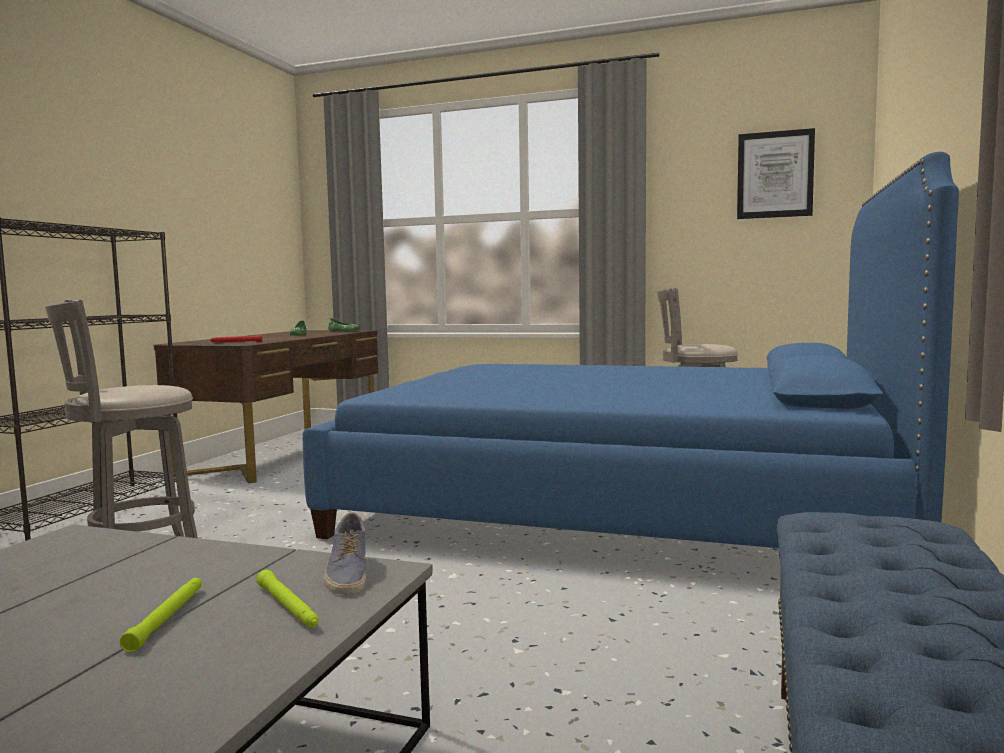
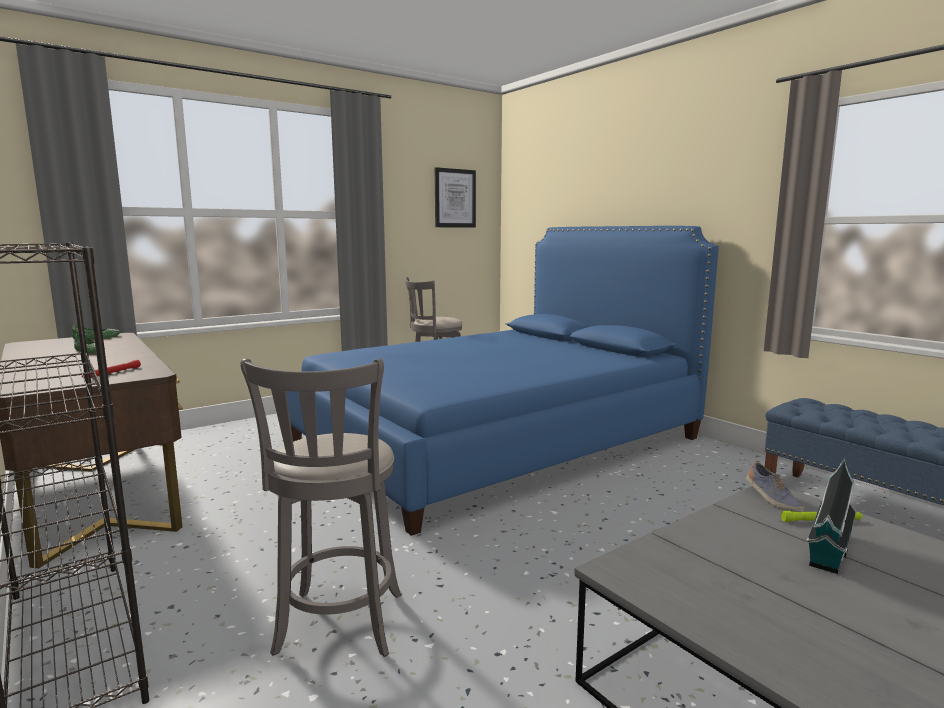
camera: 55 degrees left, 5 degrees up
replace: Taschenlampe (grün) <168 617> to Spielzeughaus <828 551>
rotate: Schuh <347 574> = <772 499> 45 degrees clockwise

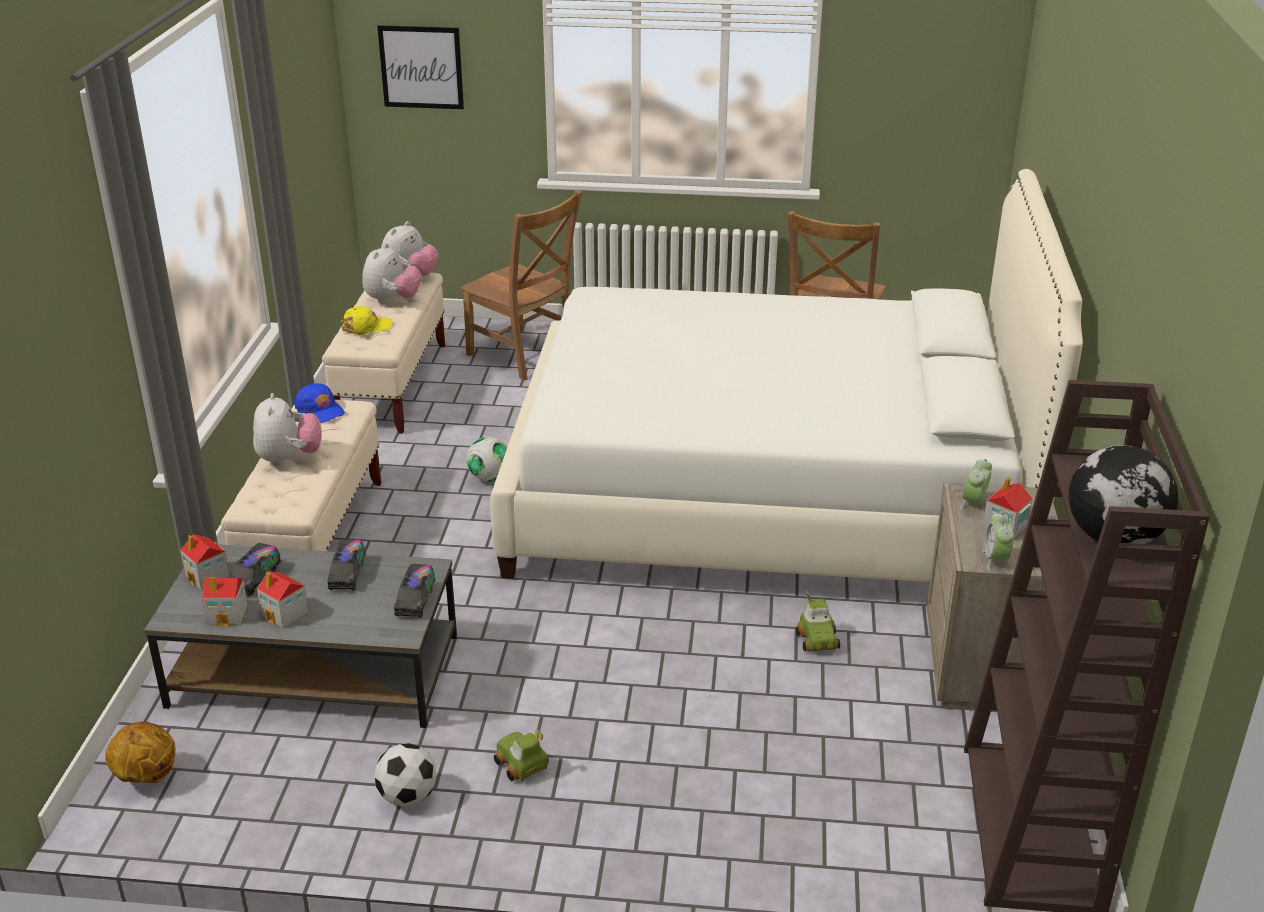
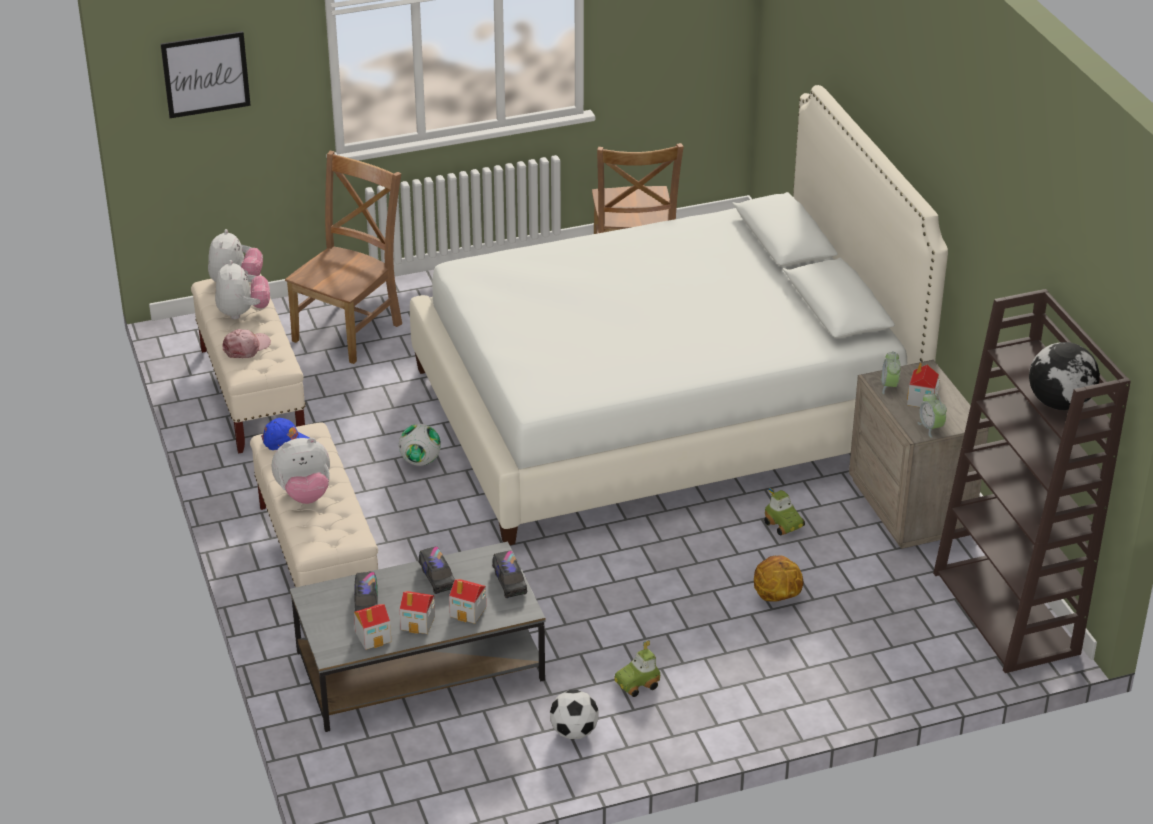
camera: 25 degrees left, 5 degrees up
move: Basketball <146 777> to <776 597>; Spielzeughaus <208 576> to <468 611>
recolor: Kappe (gelb) <366 327> to Kappe (rosa) <246 347>
rotate: Plüschtier <289 459> = <304 494> 105 degrees clockwise; Stuhl (braun) <525 356> = <350 330> 75 degrees counterclockwise; Spielzeugauto <520 765> = <637 684> 60 degrees counterclockwise

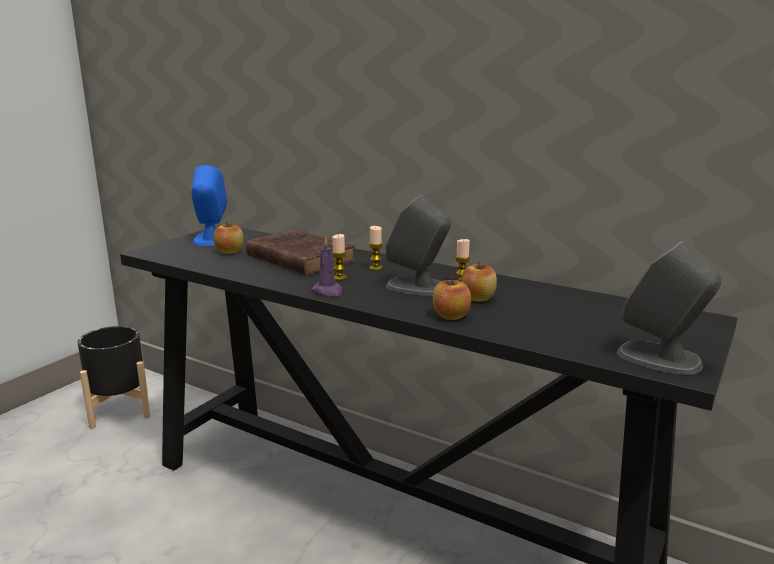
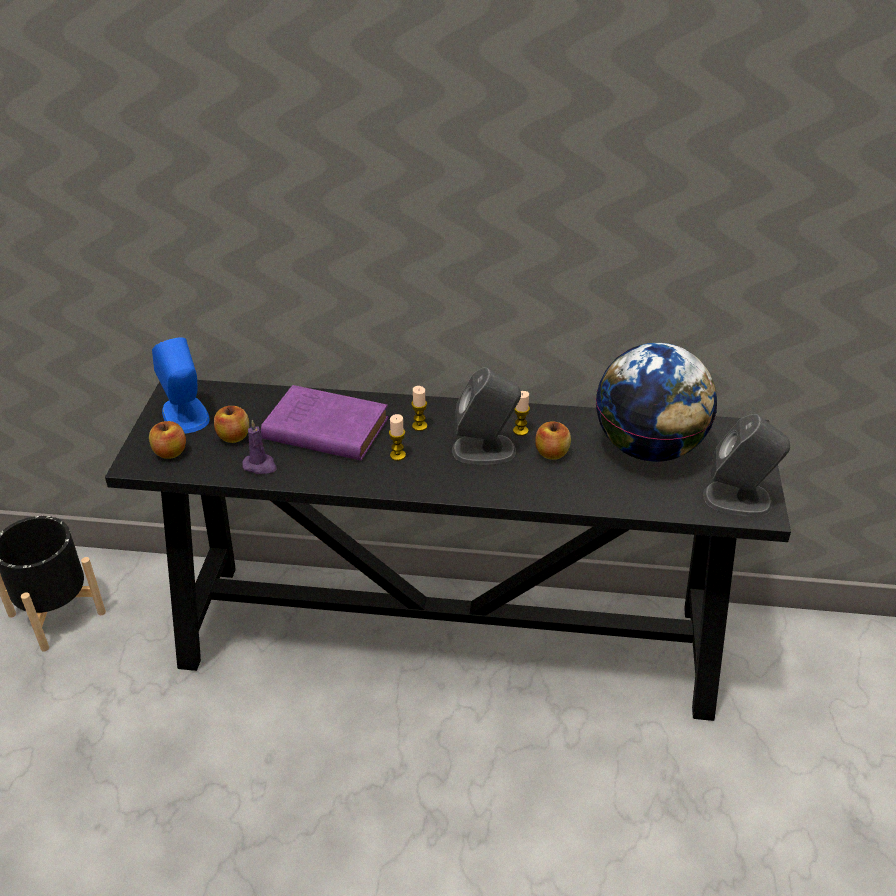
camera: 25 degrees left, 20 degrees up
insert: Globus <648 448>
move: Kerze (lila) <328 291> to <260 466>; Apfel <451 316> to <170 452>
recolor: Buch (braun) <298 258> to Buch (lila) <323 428>

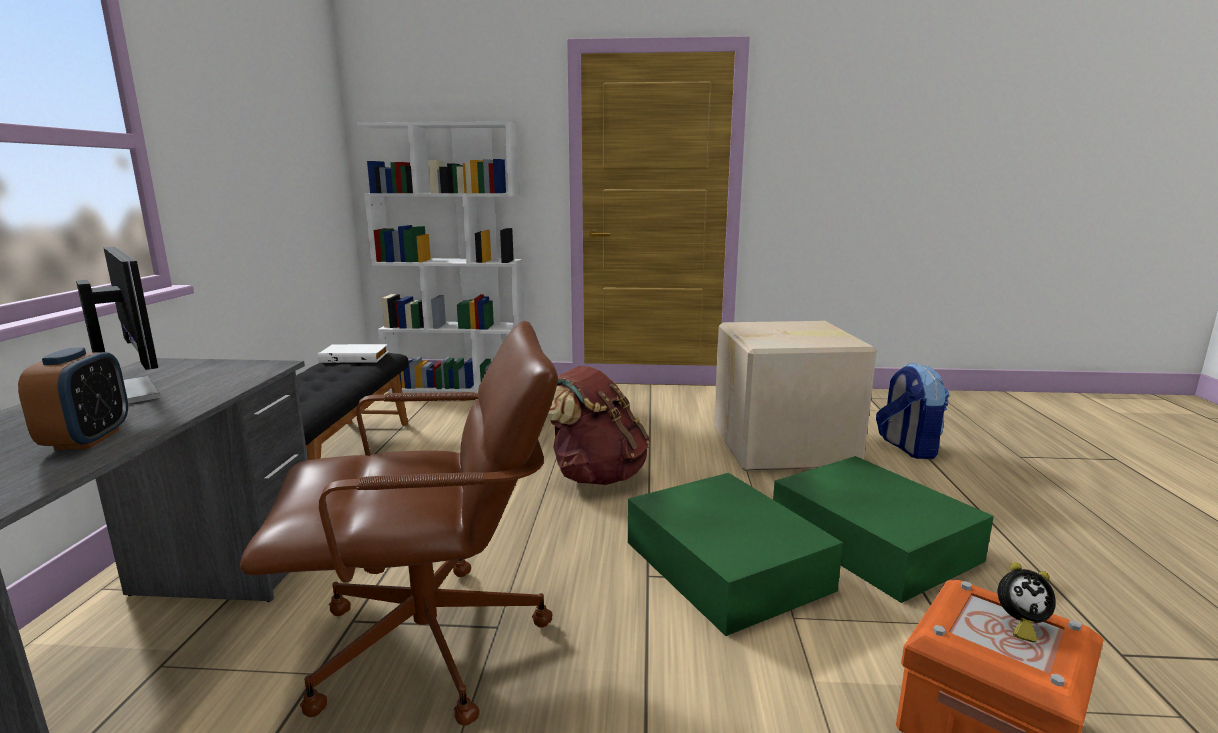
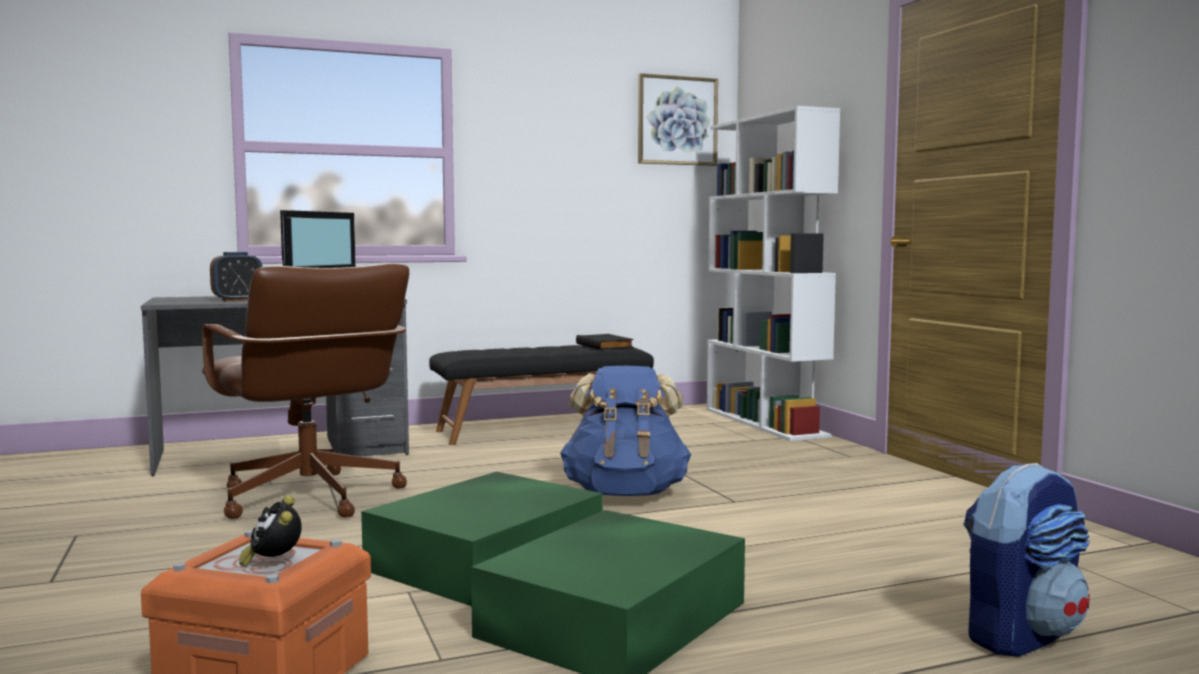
camera: 65 degrees right, 10 degrees down
delete: Karton <785 446>
insert: Bild <677 120>
recolor: Buch (weiß) <355 357> to Buch (schwarz) <605 345>; Rucksack (braun) <595 475> to Rucksack (blau) <625 494>

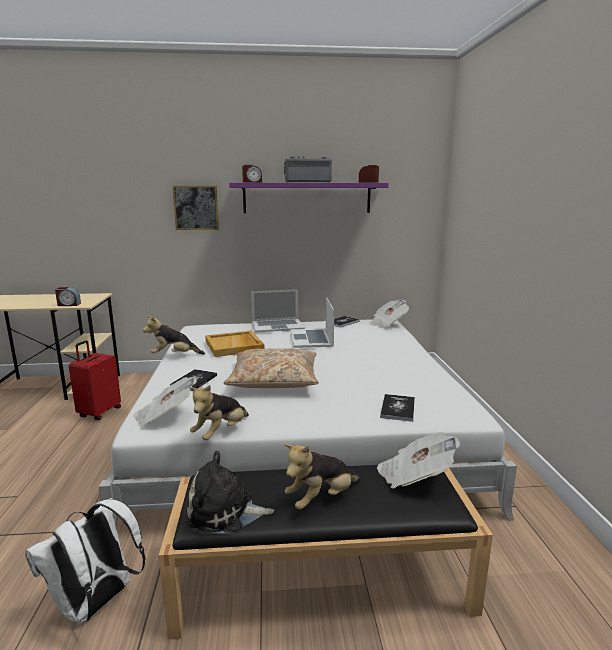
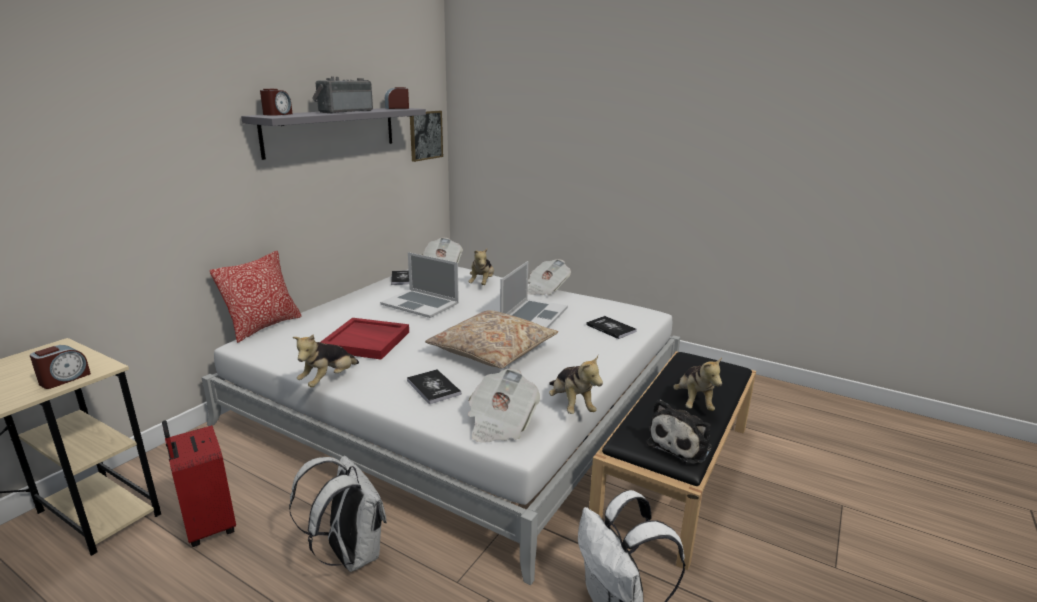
camera: 55 degrees left, 5 degrees up
insert: Kissen <263 326>; Rucksack (weiß) <349 554>; Plüschtier <482 283>
move: Bild <196 208> to <425 135>; Laptop <277 325> to <534 314>; Zeitung <414 477> to <545 289>
recolor: Tablett (beige) <234 346> to Tablett (rot) <367 341>; Wandregal (lila) <307 198> to Wandregal (grau) <332 131>

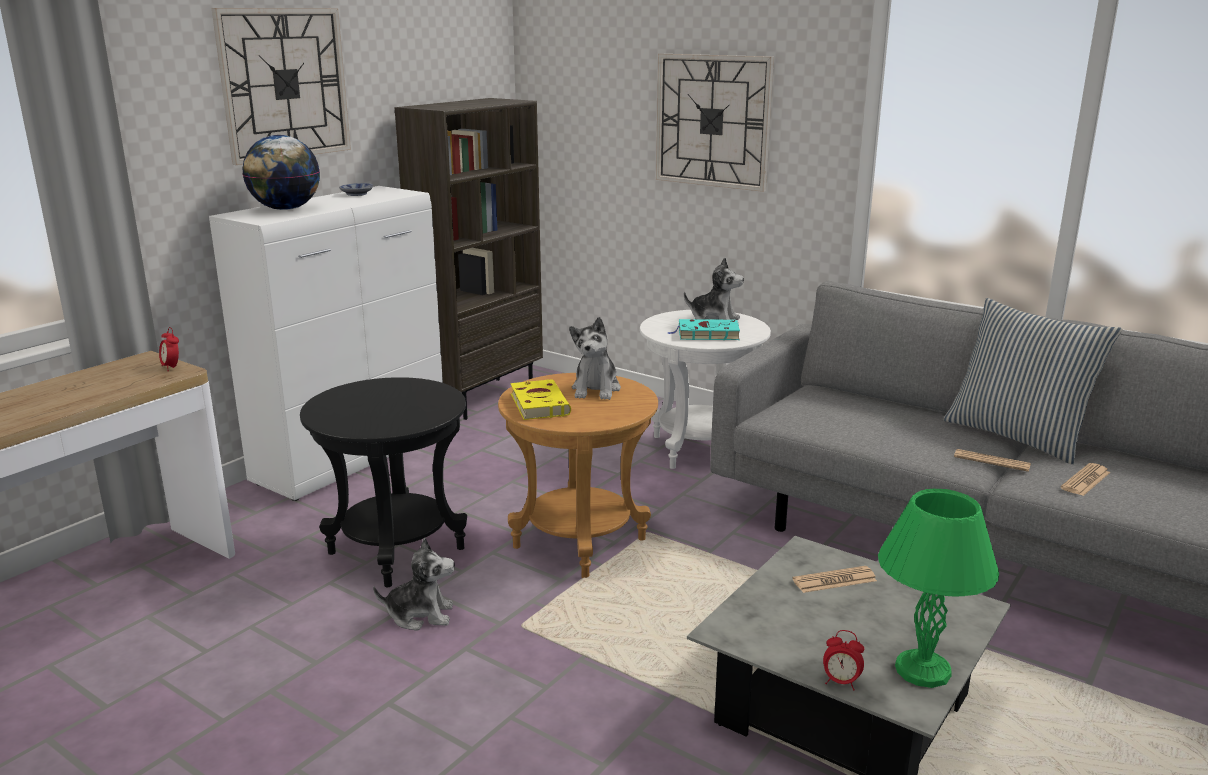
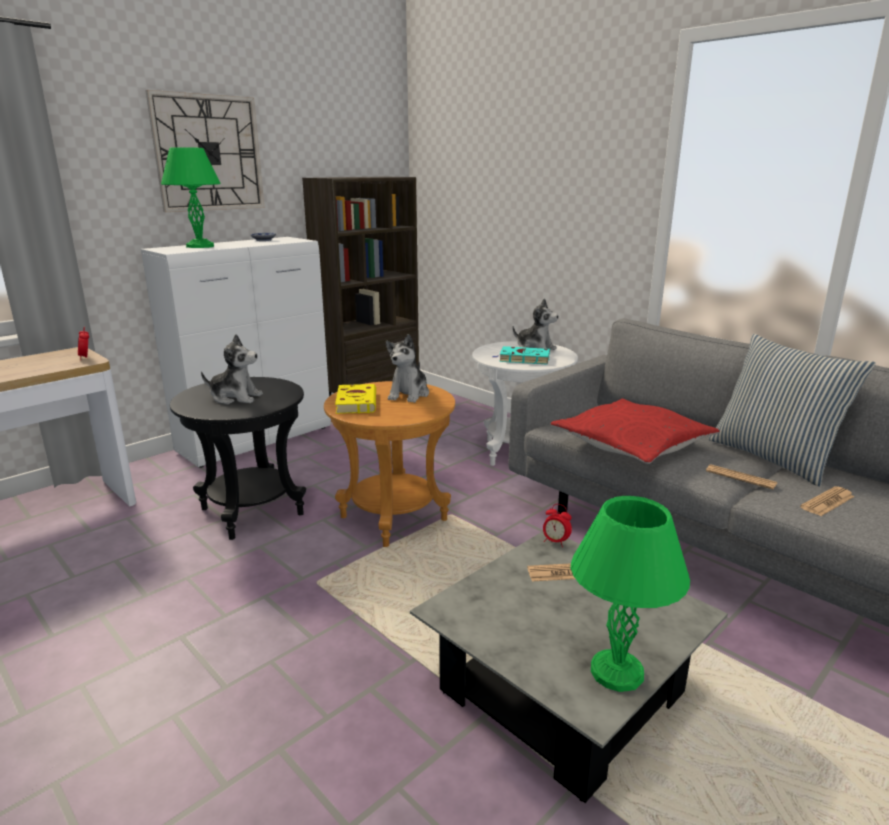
camera: 10 degrees right, 0 degrees up
delete: Wanduhr <712 121>
insert: Kissen (rot) <631 444>
move: Plüschtier <420 615> to <235 397>; Wecker <841 682> to <555 542>
replace: Globus <285 209> to Tischlampe (grün) <199 246>

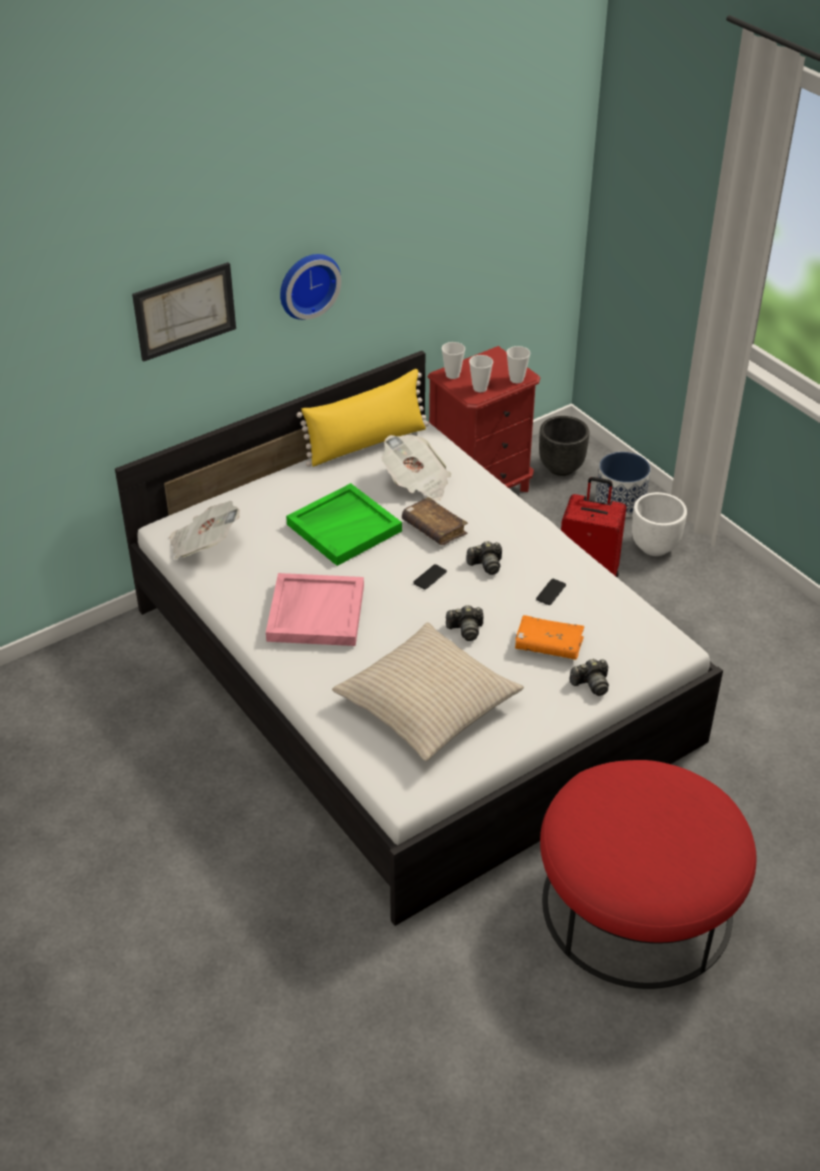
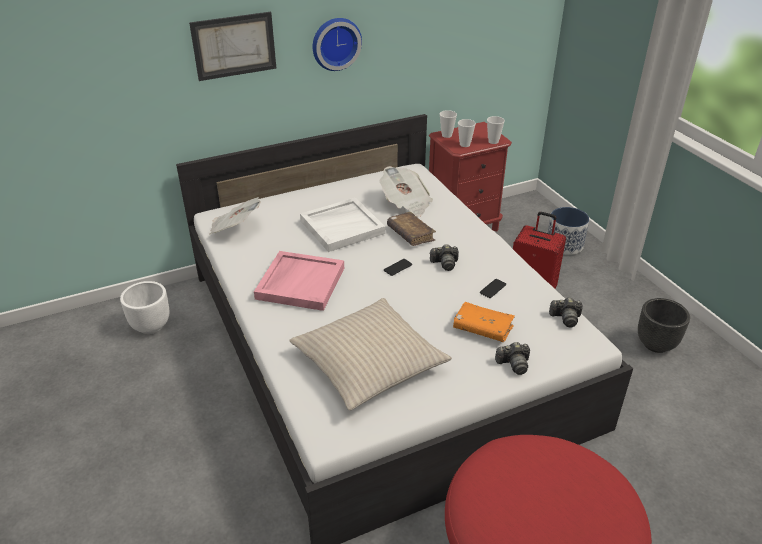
camera: 10 degrees right, 5 degrees down
delete: Kissen (gelb) <366 443>
move: Kamera <465 630> to <565 318>; Pflanzkübel (schwarz) <561 467> to <656 344>; Pflanzkübel (weiß) <655 547> to <151 327>
recolor: Tablett (grün) <344 527> to Tablett (weiß) <342 226>

